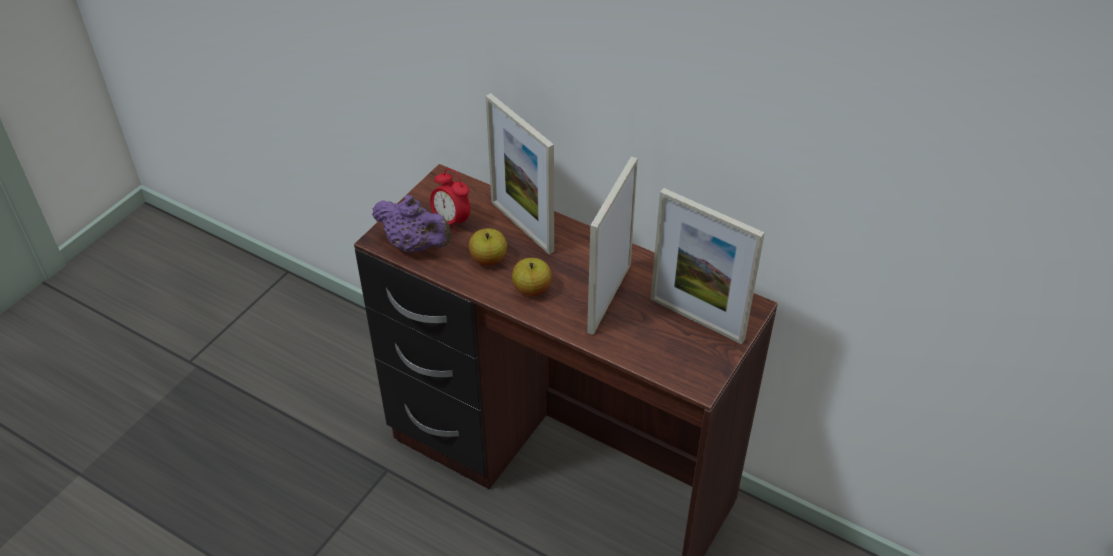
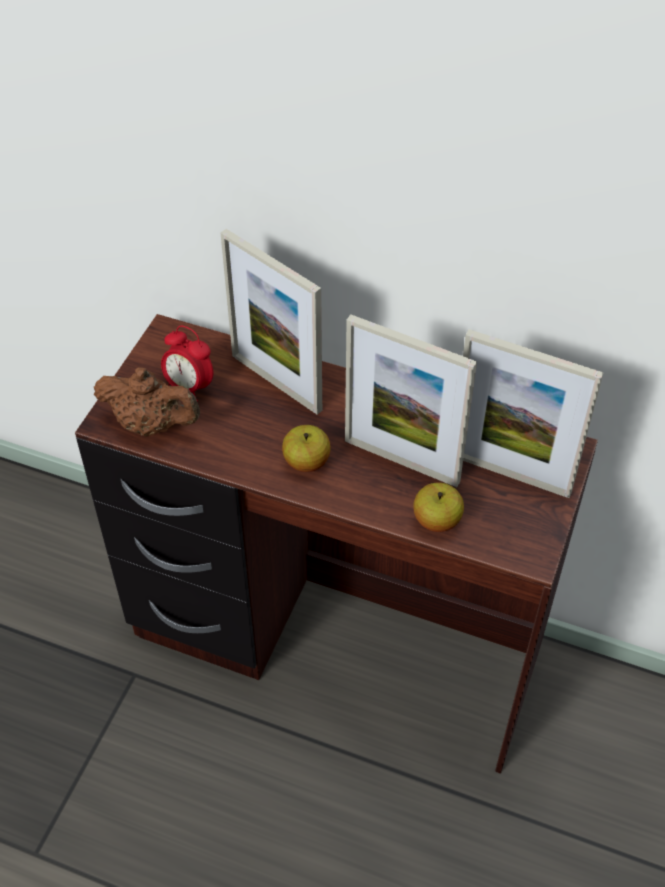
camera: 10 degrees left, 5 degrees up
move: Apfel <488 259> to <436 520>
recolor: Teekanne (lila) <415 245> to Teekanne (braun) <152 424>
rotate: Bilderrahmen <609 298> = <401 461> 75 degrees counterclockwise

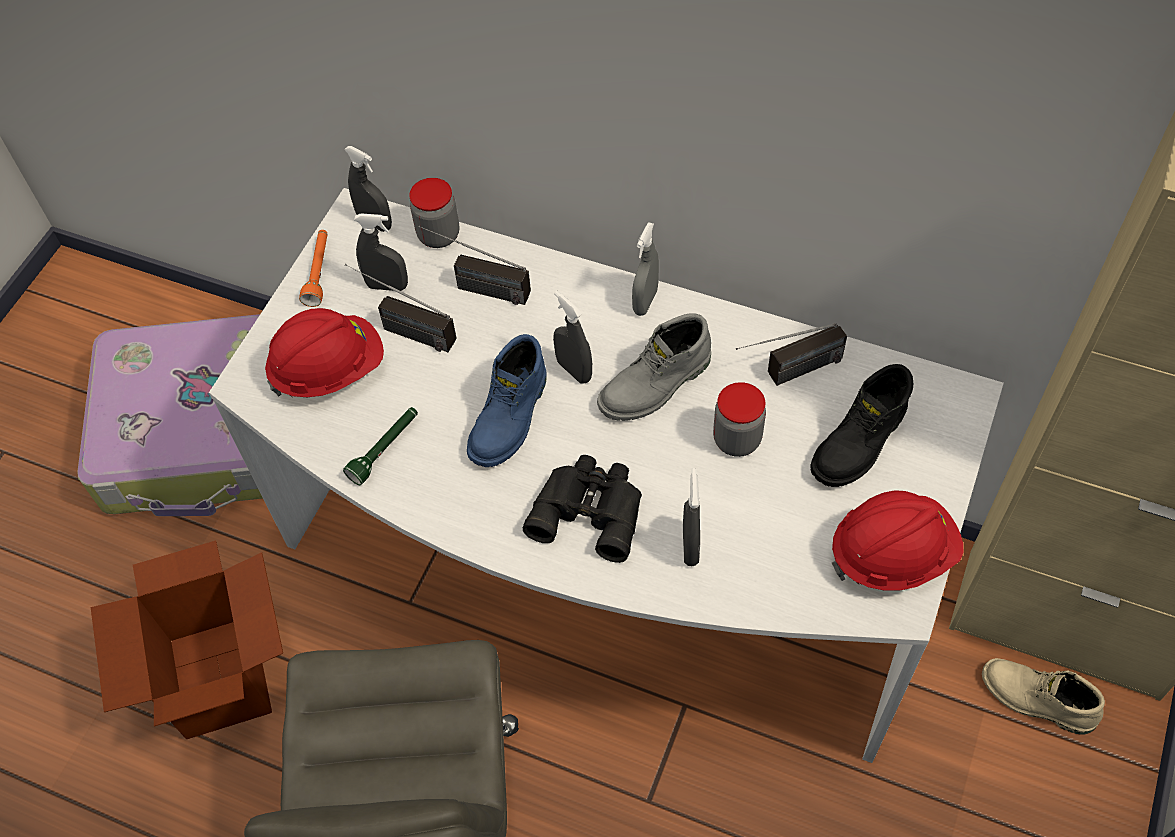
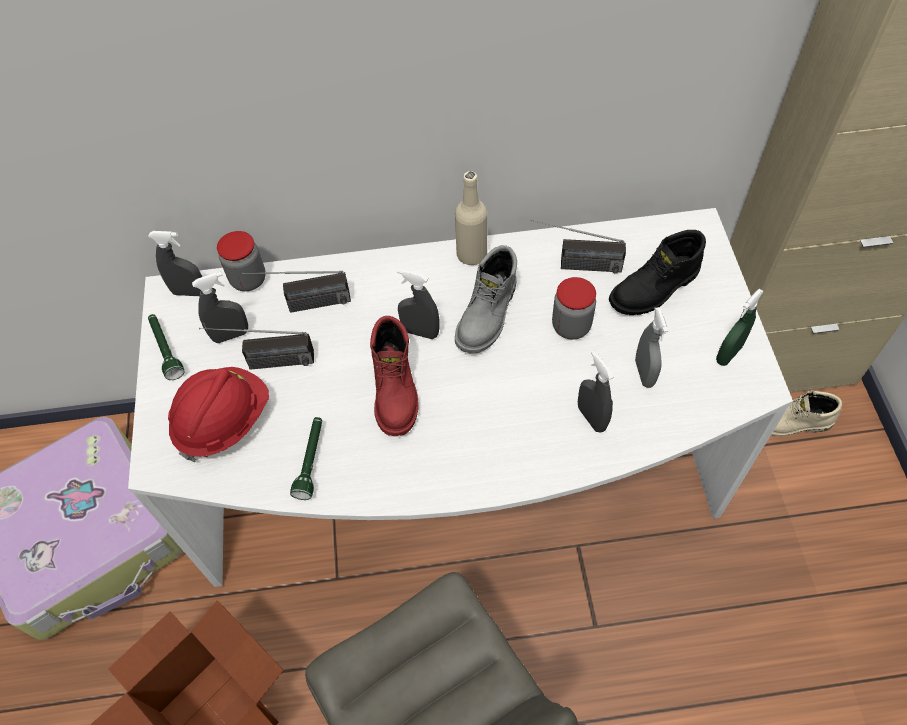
camera: 30 degrees left, 0 degrees up
delete: Fernglas (schwarz) <589 509>
insert: Flasche (beige) <471 254>
move: Sprühflasche (grau) <645 301> to <644 373>
replace: Schutzhelm (rot) <892 554> to Sprühflasche (grün) <728 354>
recolor: Taschenlampe (orange) <319 272> to Taschenlampe (grün) <166 350>; Stiefel (blau) <511 418> to Stiefel (rot) <396 389>
rotate: Radio <788 374> = <574 265> 60 degrees clockwise; Stiefel (schwarz) <860 443> = <655 289> 45 degrees clockwise

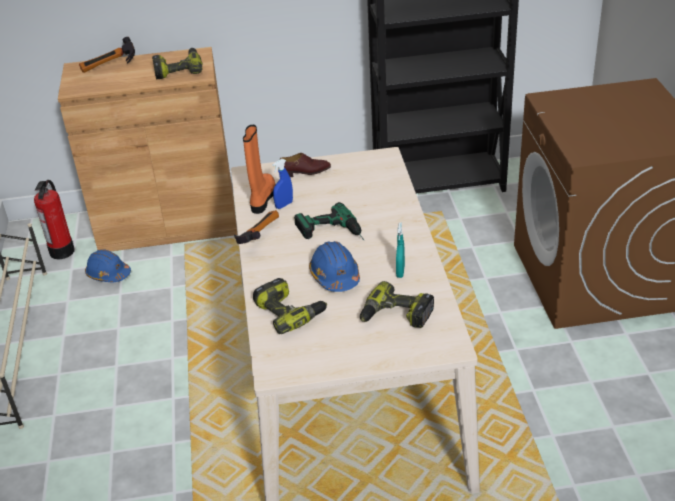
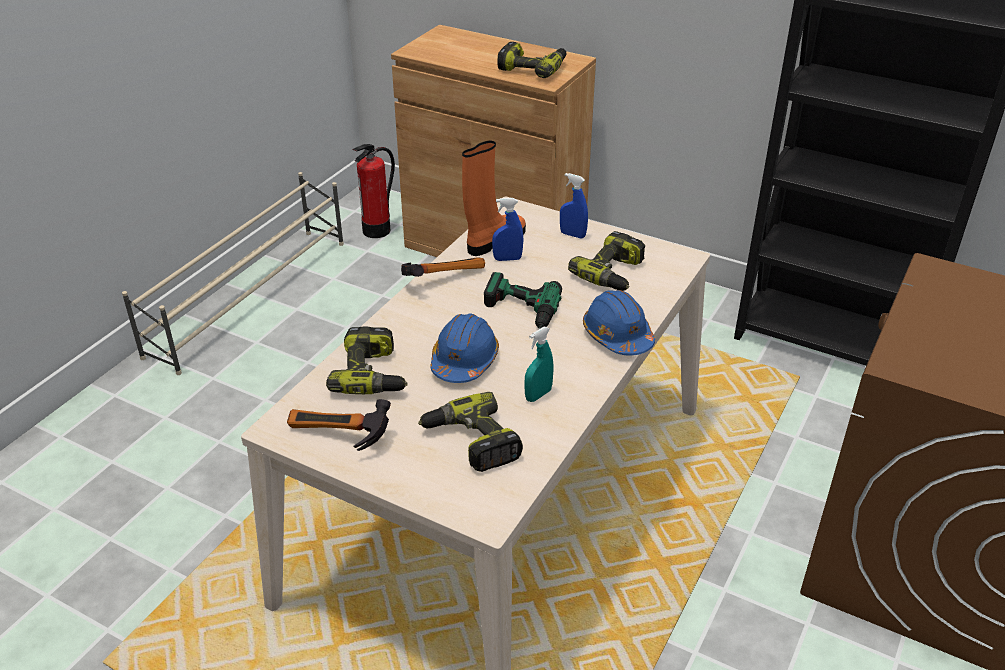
camera: 35 degrees right, 0 degrees up
insert: Bohrmaschine <613 274>
move: Hammer <110 67> to <336 439>; Schutzhelm (blau) <108 274> to <617 336>
replace: Schuh (braun) <305 172> to Sprühflasche (blau) <572 235>

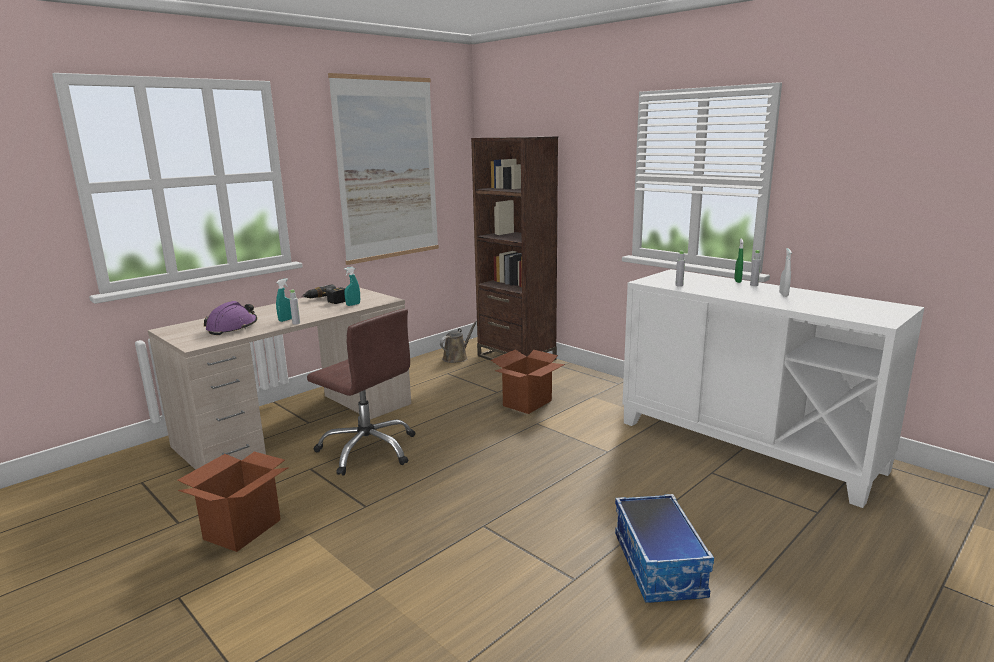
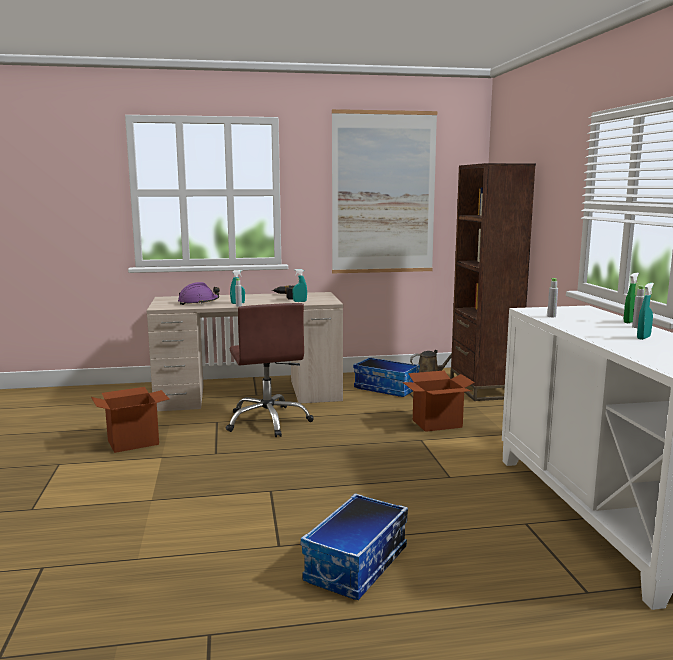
camera: 35 degrees right, 5 degrees down
insert: Aufbewahrungsbox <386 388>
recolor: Sprühflasche (weiß) <783 294> to Sprühflasche (türkis) <643 338>

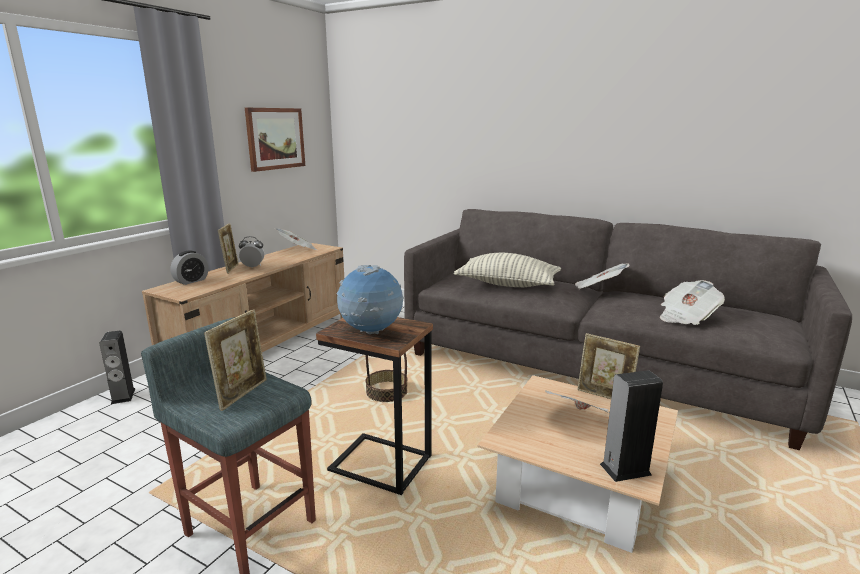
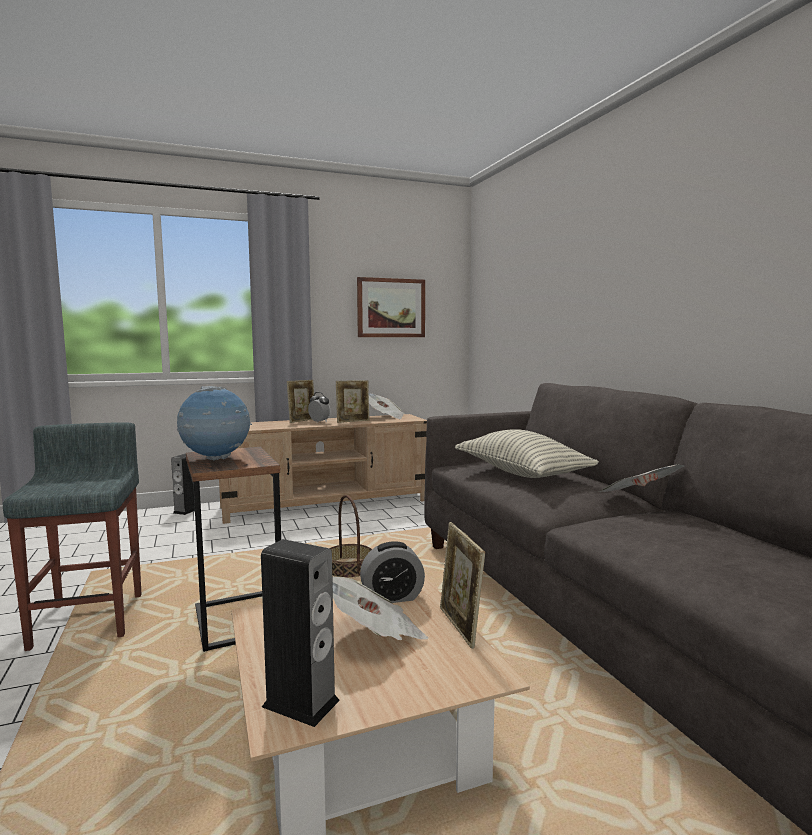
camera: 40 degrees right, 10 degrees down
delete: Zeitung <686 317>
move: Wecker <191 281> to <392 597>; Bilderrahmen <242 394> to <353 421>

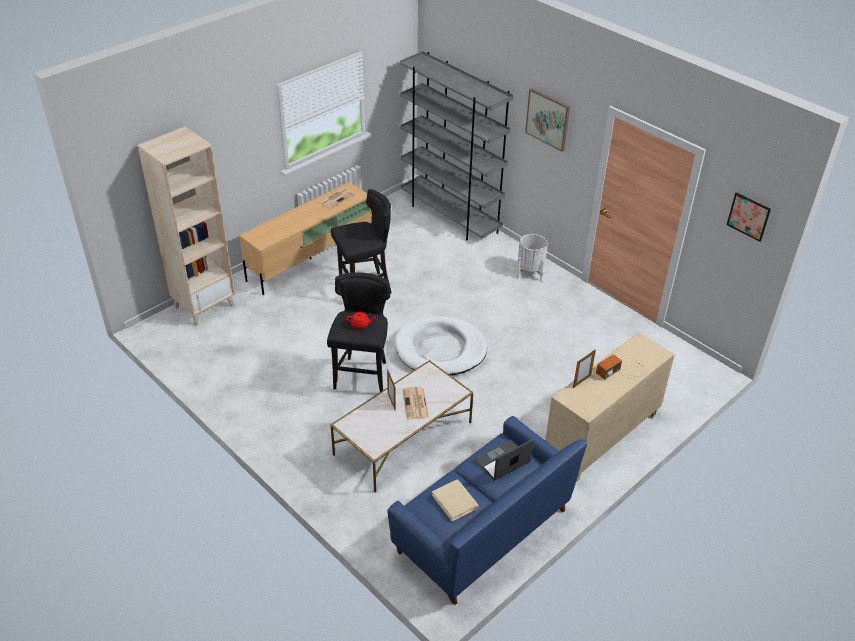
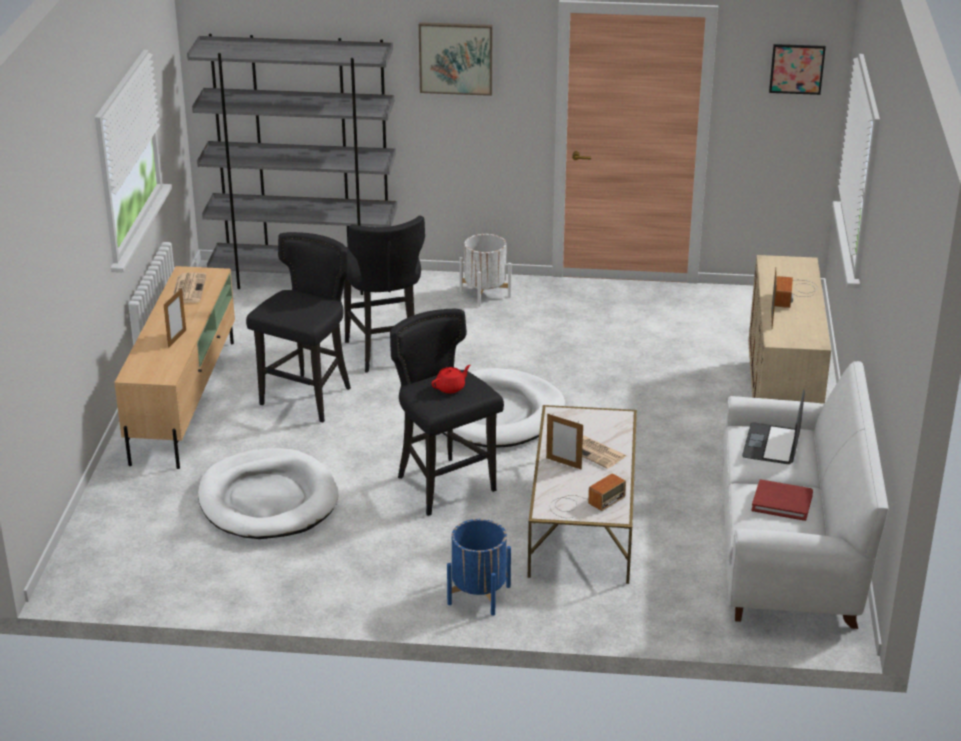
camera: 40 degrees left, 10 degrees down
delete: Bücherregal (beige) <204 306>
insert: Bilderrahmen <177 339>; Hundebett (weiß) <268 500>; Hocker (schwarz) <384 351>; Pflanzkübel (blau) <479 595>; Radio <584 503>
recolor: Sofa (blau) <483 531> to Sofa (weiß) <790 551>; Buch (beige) <455 501> to Buch (rot) <782 502>

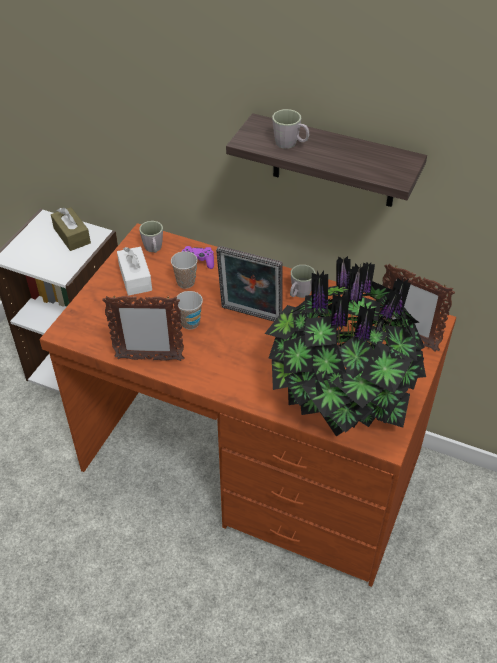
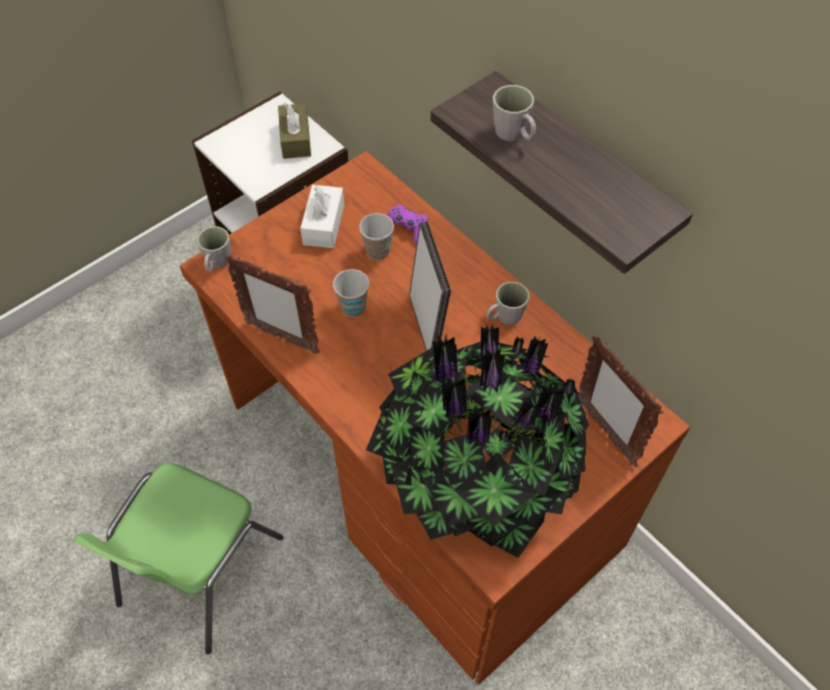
camera: 25 degrees right, 10 degrees up
insert: Stuhl (grün) <197 572>
move: Henkelbecher (grau) <153 249> to <217 264>
rotate: Bilderrahmen <250 316> = <428 325> 150 degrees counterclockwise

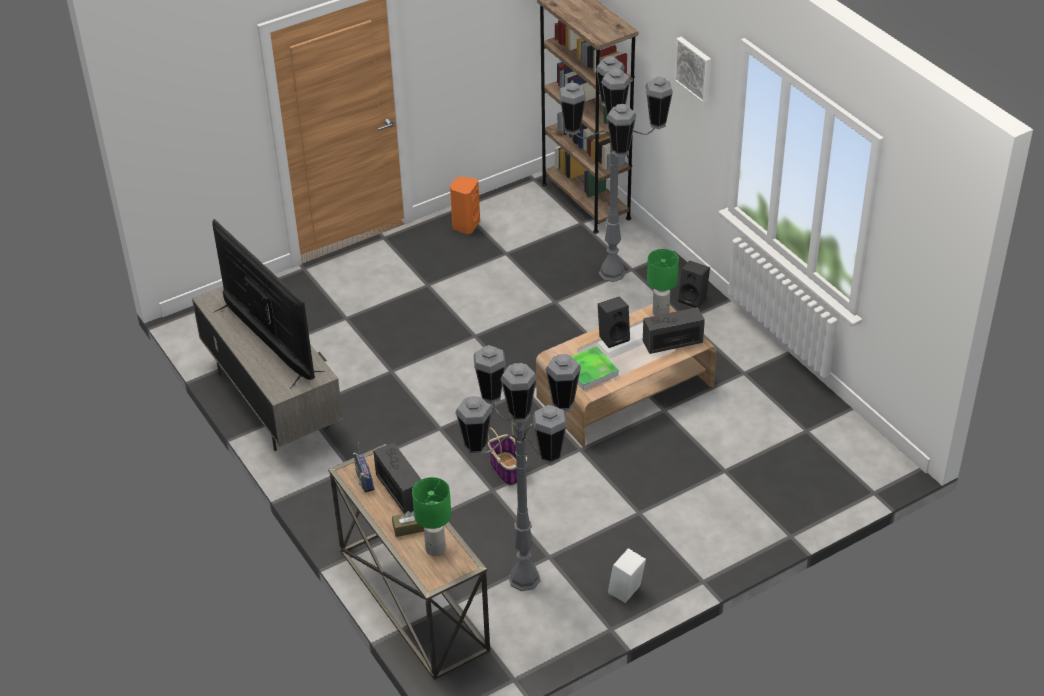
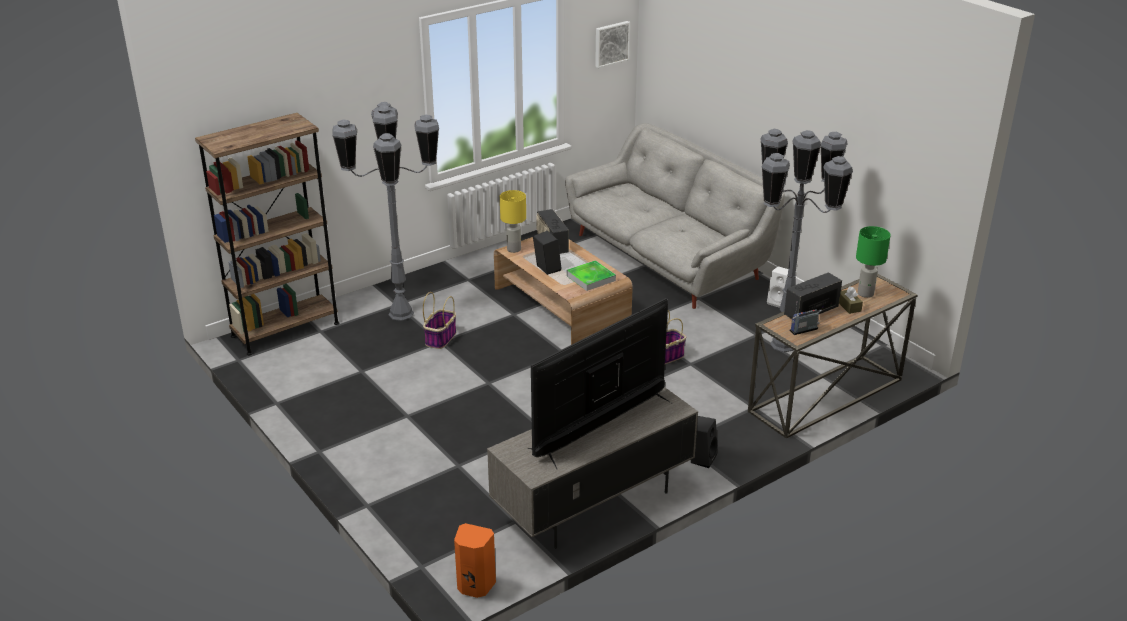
camera: 95 degrees left, 10 degrees down
insert: Korb <441 338>; Sofa (grau) <667 258>
move: Lautsprecher (orange) <465 225> to <475 586>; Bild <694 69> to <611 43>; Lautsprecher (schwarz) <694 299> to <701 457>
recolor: Tischlampe (grün) <660 312> to Tischlampe (gelb) <513 249>

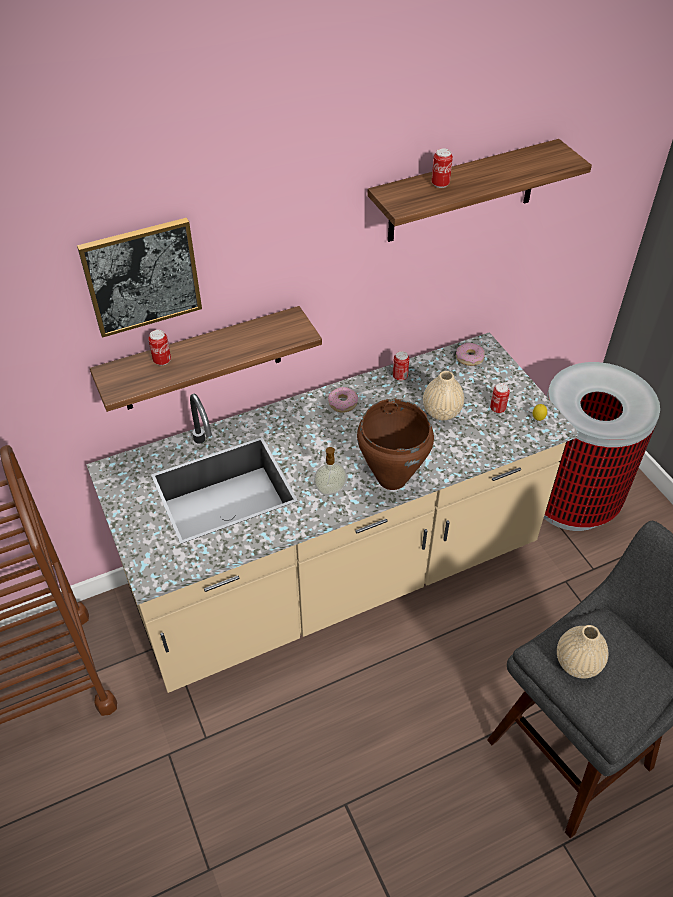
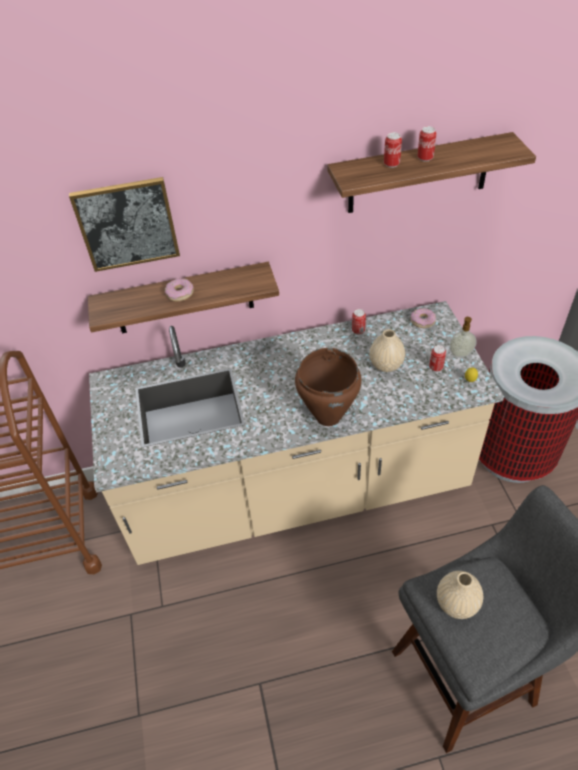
camera: 15 degrees right, 0 degrees up
move: Dose <162 360> to <425 158>; Seifenspender <330 490> to <460 354>; Donut <343 403> to <180 293>

